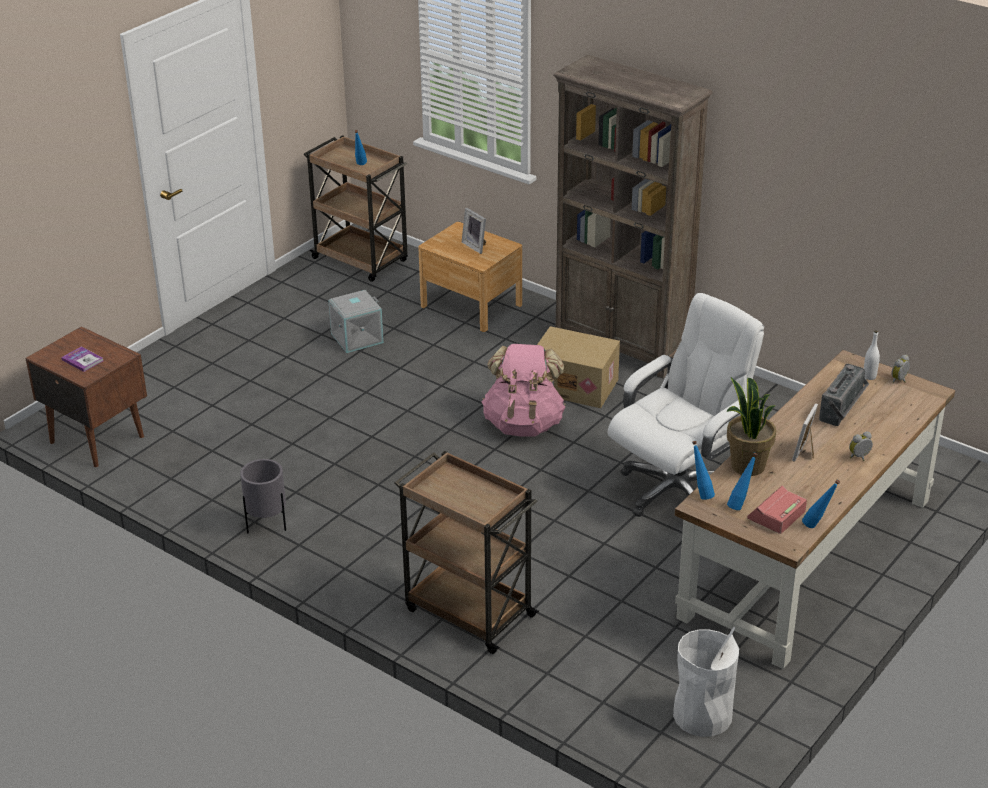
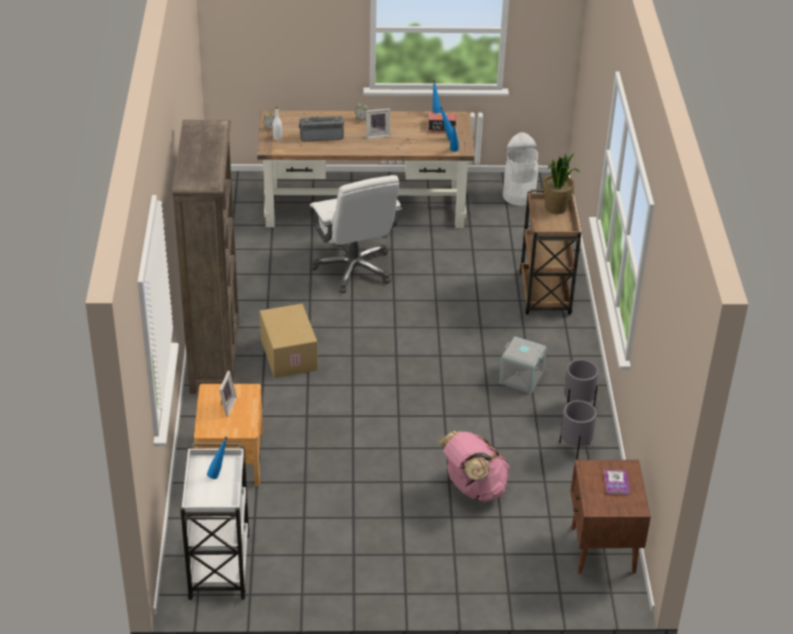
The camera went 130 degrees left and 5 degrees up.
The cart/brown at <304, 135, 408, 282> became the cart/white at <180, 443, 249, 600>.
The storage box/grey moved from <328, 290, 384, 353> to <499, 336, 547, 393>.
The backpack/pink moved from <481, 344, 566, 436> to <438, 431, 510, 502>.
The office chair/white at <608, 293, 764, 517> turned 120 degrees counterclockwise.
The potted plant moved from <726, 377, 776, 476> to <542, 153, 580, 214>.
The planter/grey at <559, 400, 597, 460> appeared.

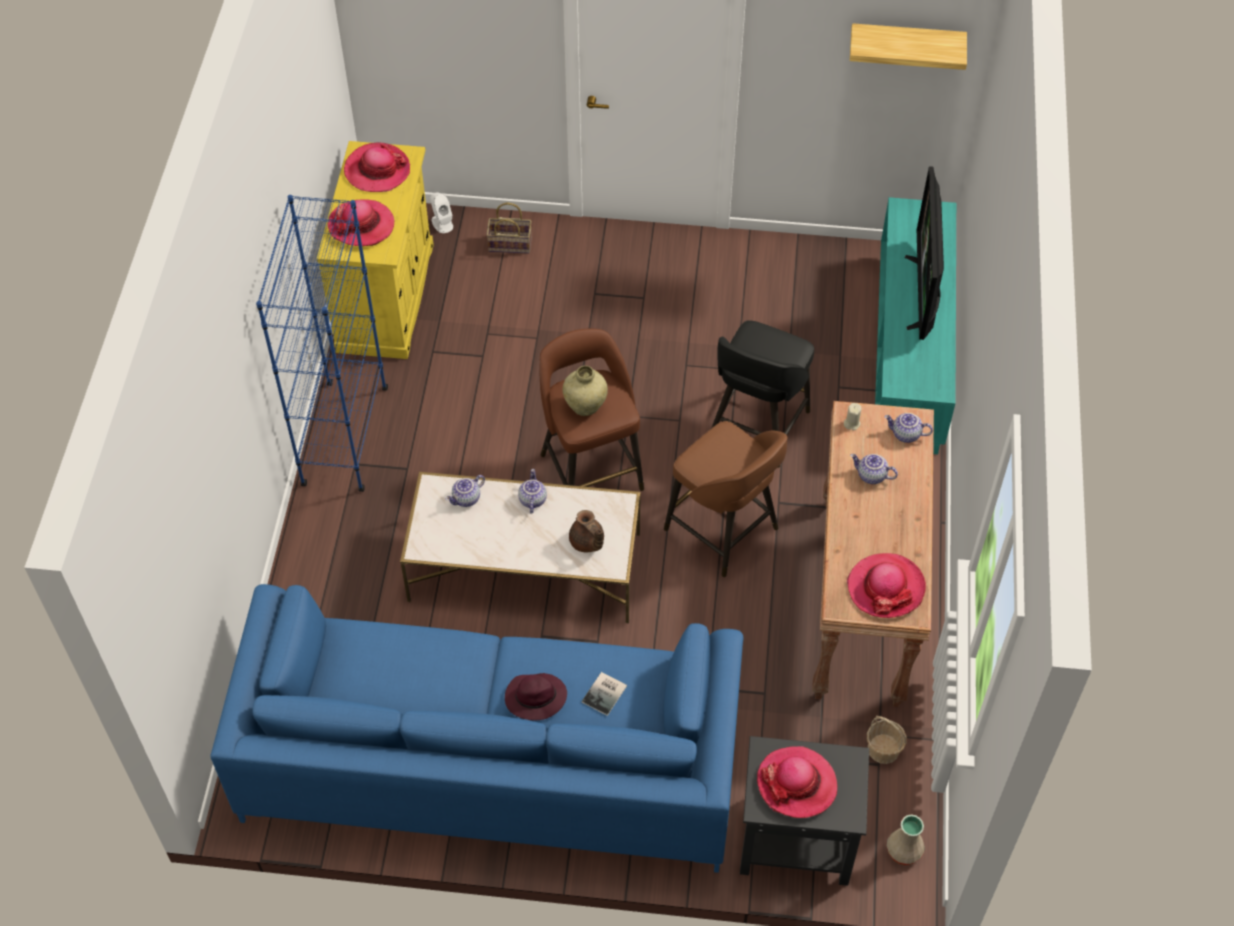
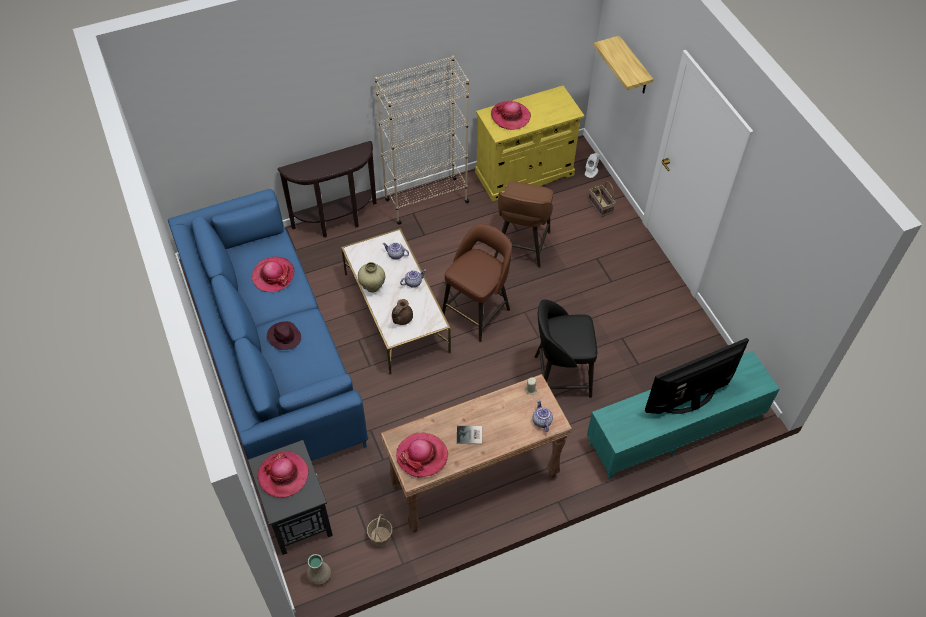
The camera went 60 degrees right and 0 degrees up.
The bookcase/blue at <256, 195, 388, 492> became the bookcase/beige at <375, 56, 469, 225>.
The hat moved from <344, 143, 410, 192> to <252, 257, 294, 292>.
The vase/beige moved from <563, 366, 608, 416> to <358, 262, 385, 293>.
The book moved from <582, 672, 627, 716> to <457, 426, 482, 444>.
The stool/brown moved from <664, 421, 788, 577> to <494, 181, 553, 267>.
The shelf moved from <850, 23, 967, 70> to <594, 36, 653, 94>.
The teapot at <850, 454, 898, 484> disappeared.
The console table/brown at <277, 141, 377, 237> appeared.

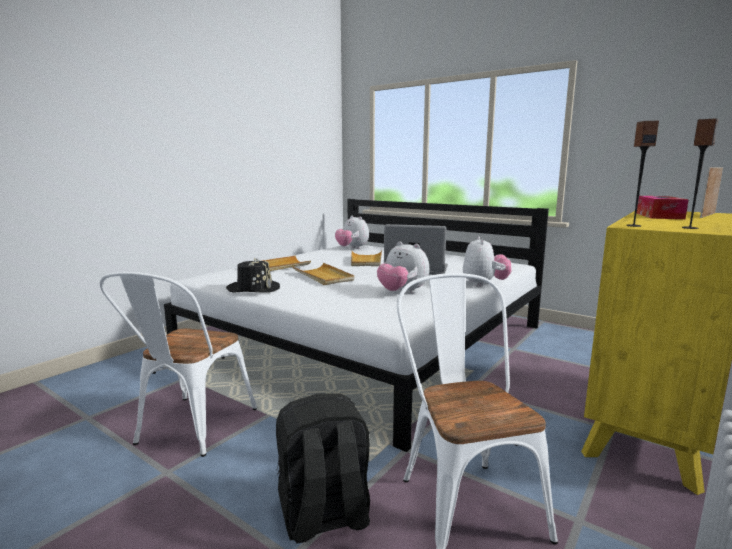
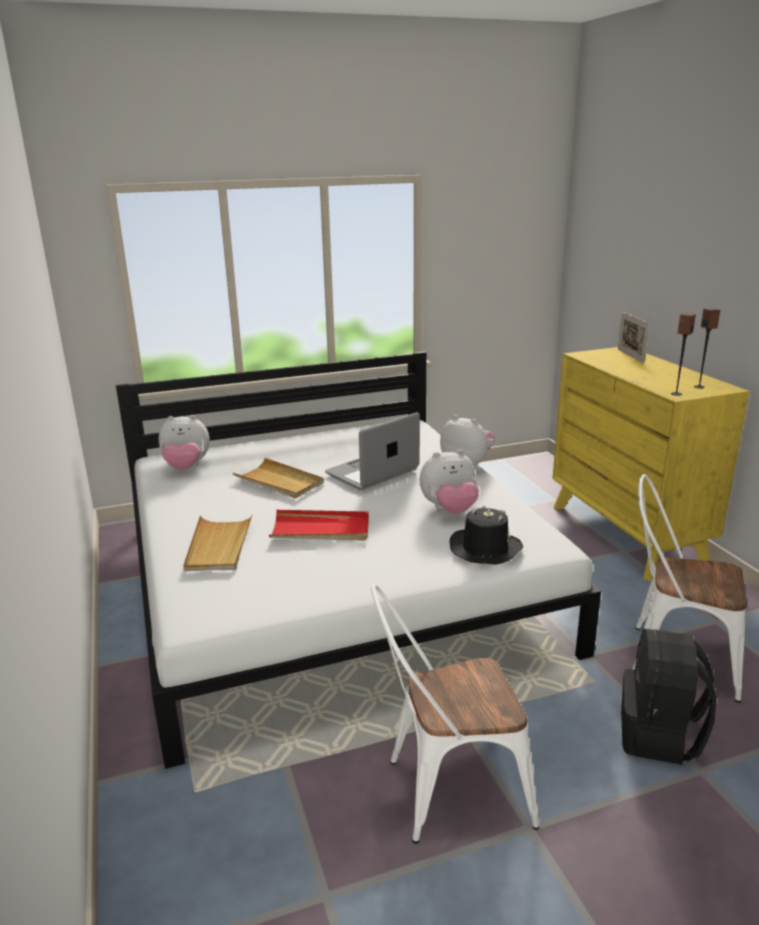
The camera went 55 degrees left and 10 degrees up.
The chair/white at <100, 272, 257, 457> turned 120 degrees clockwise.
The hat/black moved from <226, 258, 280, 293> to <450, 506, 523, 565>.
The tray/beige at <292, 263, 354, 285> became the tray/red at <269, 510, 369, 541>.
The tissue box at <636, 196, 689, 219> disappeared.

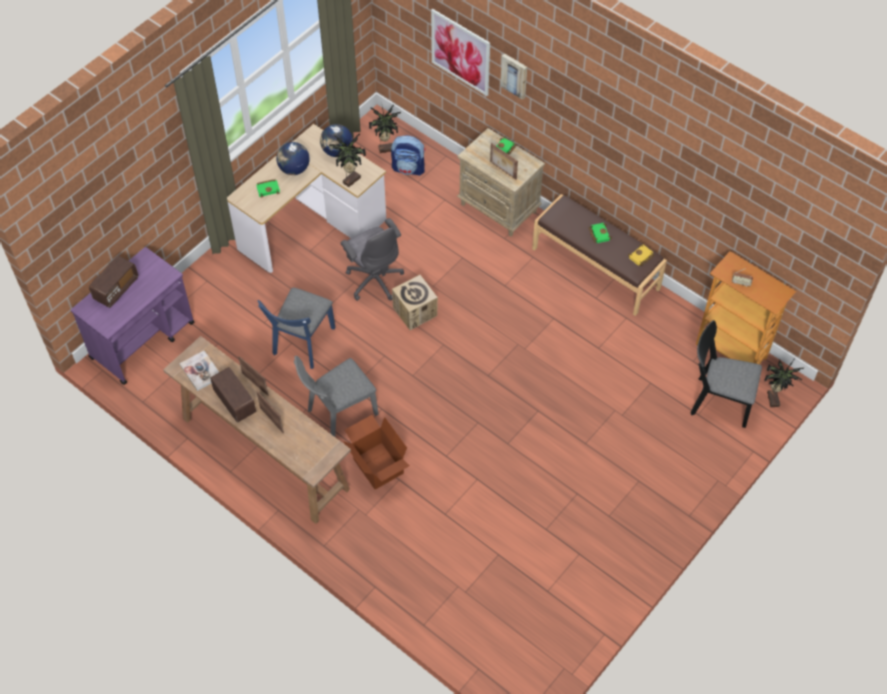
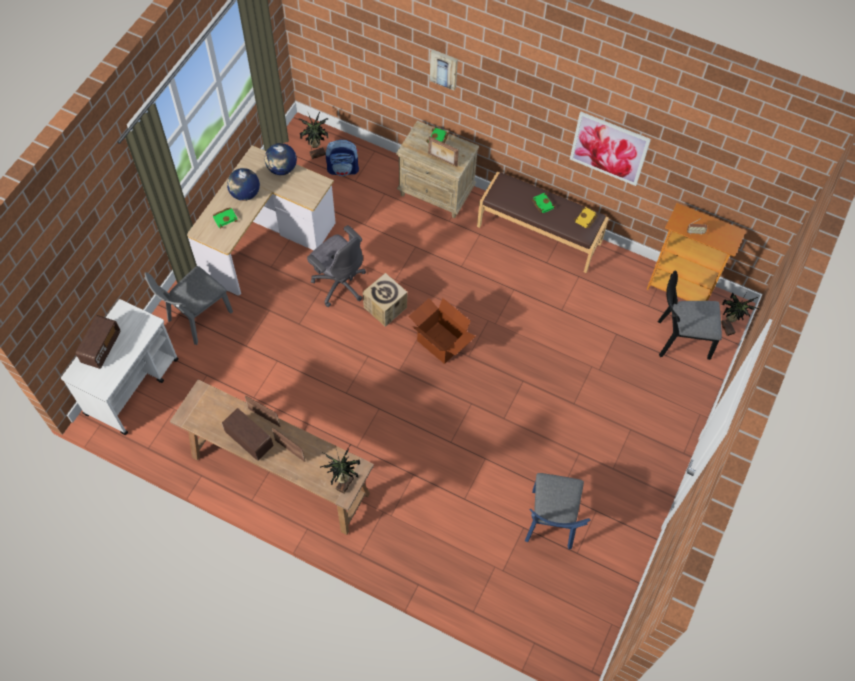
The camera went 15 degrees left and 5 degrees up.
The cart/purple at <71, 247, 194, 385> became the cart/white at <61, 299, 179, 435>.
The book at <179, 351, 219, 391> disappeared.
The chair/blue moved from <258, 288, 335, 369> to <525, 473, 590, 549>.
The chair/grey moved from <294, 356, 379, 437> to <144, 266, 233, 345>.
The potted plant moved from <329, 133, 366, 187> to <320, 444, 360, 494>.
The cardboard box moved from <343, 415, 410, 490> to <409, 298, 476, 364>.
The picture moved from <431, 9, 490, 96> to <570, 111, 651, 186>.

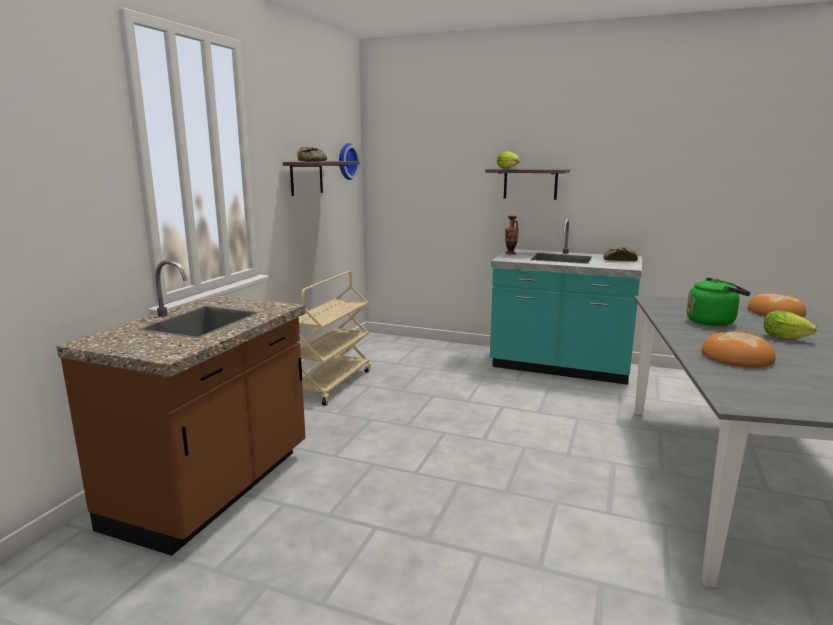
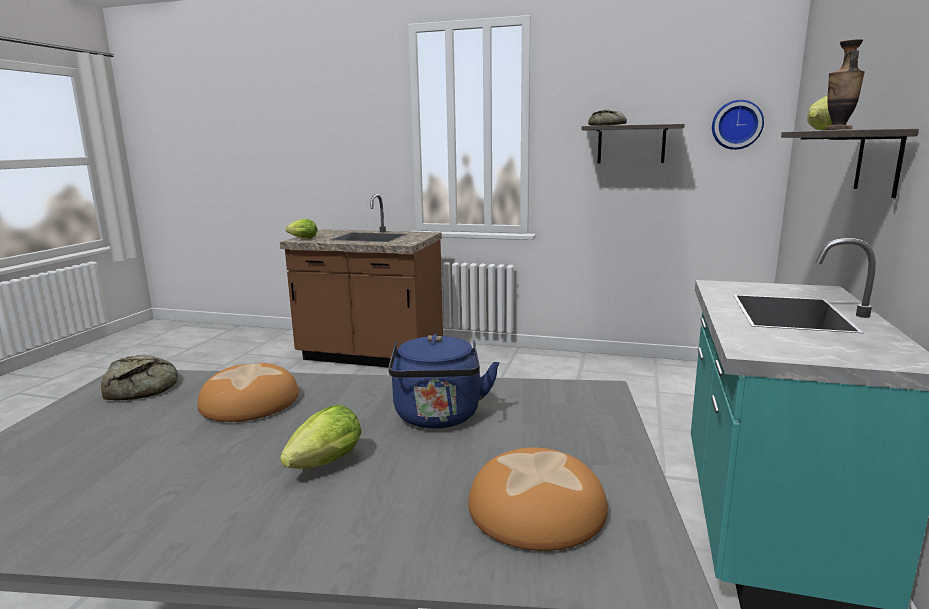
The camera went 85 degrees right and 0 degrees up.
The cart/beige at <299, 271, 371, 406> disappeared.
The vase moved from <505, 216, 519, 255> to <825, 39, 865, 130>.
The bread moved from <603, 248, 638, 261> to <101, 355, 178, 401>.
The kettle/green at <686, 277, 751, 326> became the kettle/blue at <388, 334, 499, 429>.
The lettuce at <286, 219, 317, 239> appeared.

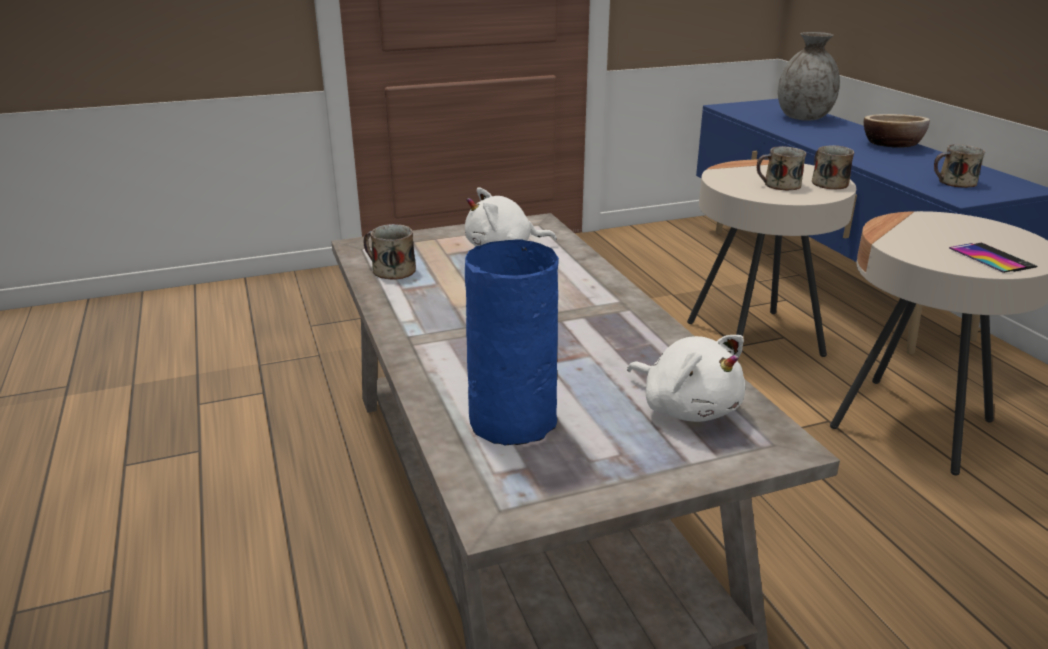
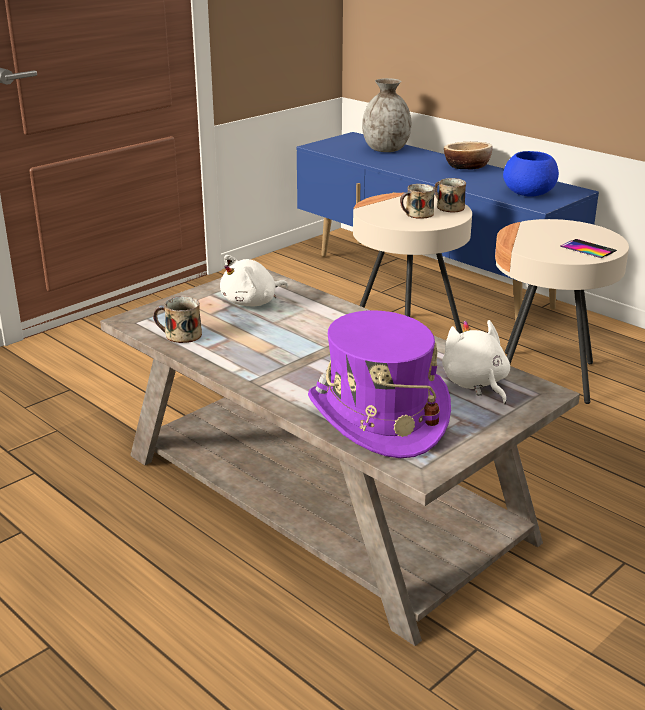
The camera went 25 degrees left and 0 degrees up.
The vase/blue at <465, 239, 559, 446> was replaced by the hat/purple at <308, 310, 451, 458>.
The plush toy/white at <627, 335, 745, 422> turned 135 degrees counterclockwise.
The mug at <934, 144, 985, 188> was replaced by the bowl/blue at <503, 151, 559, 197>.

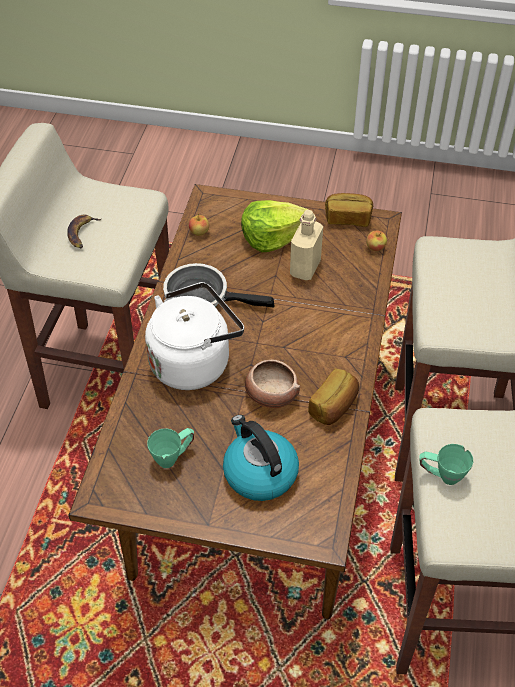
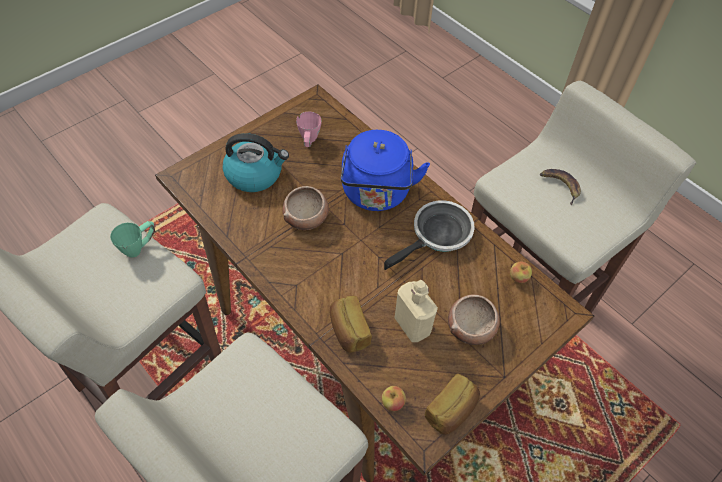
The camera went 125 degrees right and 5 degrees up.
The kettle/white at <145, 282, 244, 390> became the kettle/blue at <341, 130, 430, 211>.
The mug/green at <147, 428, 194, 468> became the mug/pink at <296, 112, 322, 147>.
The lettuce at <241, 200, 309, 252> was replaced by the bowl at <448, 295, 500, 345>.
The bread moved from <308, 368, 359, 425> to <330, 296, 372, 353>.

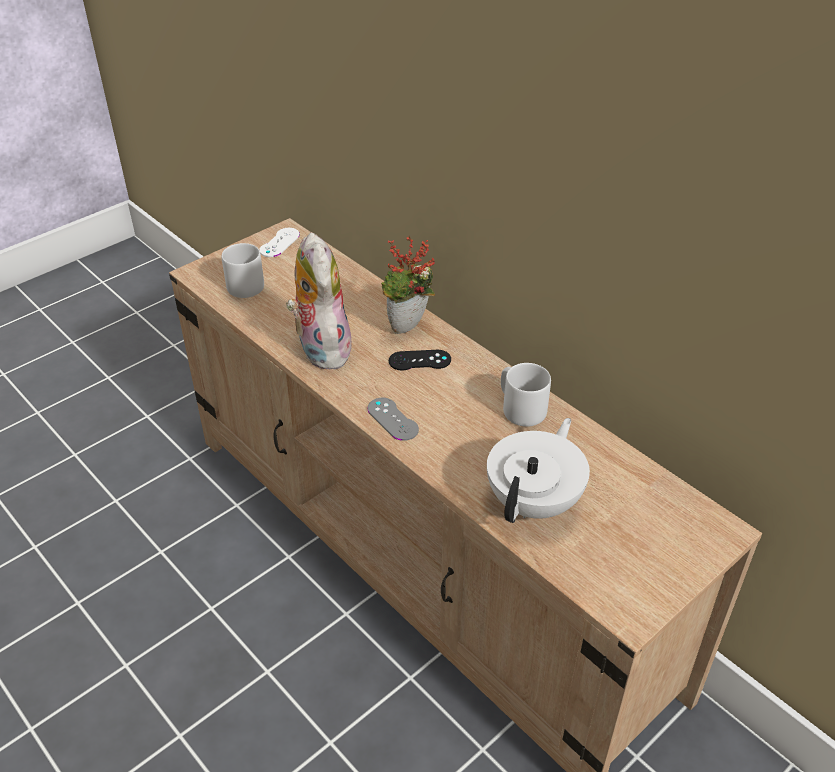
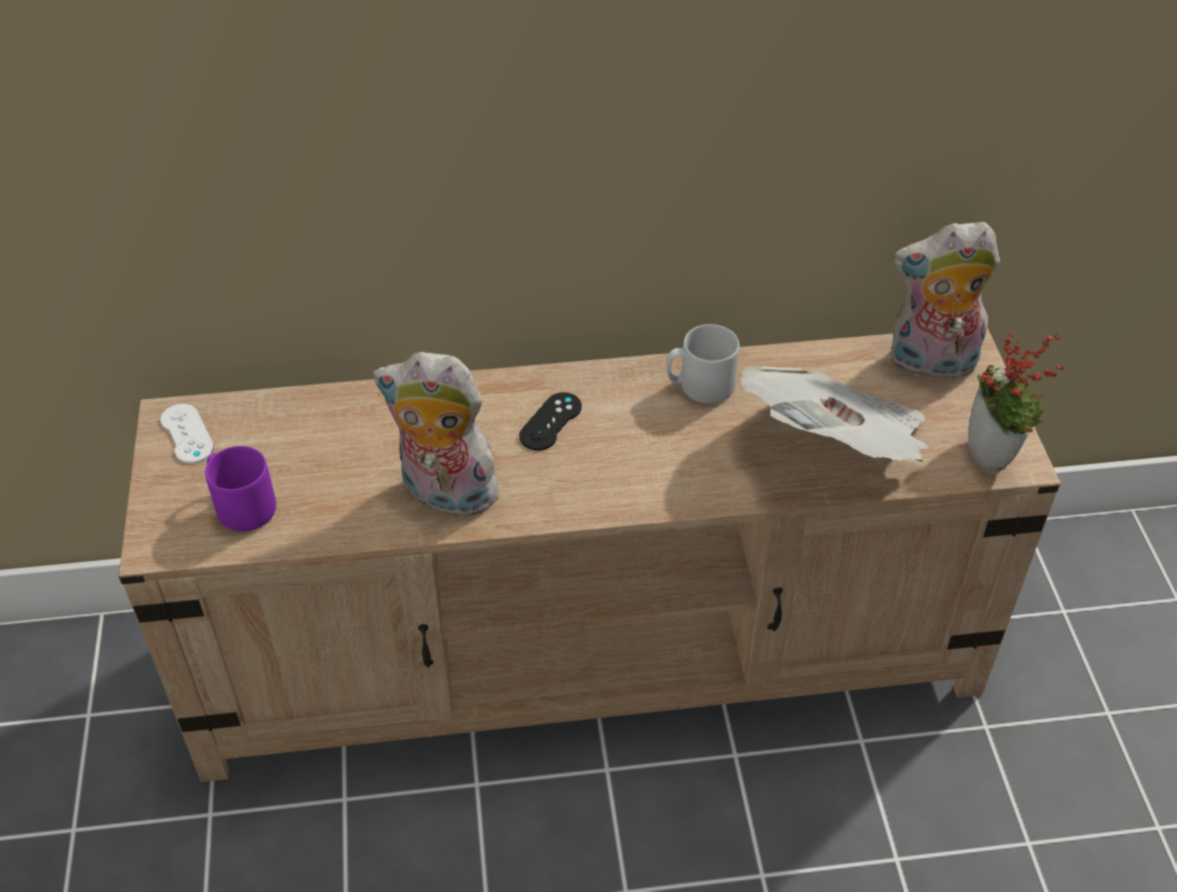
The camera went 55 degrees left and 5 degrees up.
The mug/grey at <222, 243, 264, 298> became the mug/purple at <205, 446, 276, 532>.
The game controller/grey at <367, 398, 419, 441> disappeared.
The potted plant moved from <381, 236, 435, 334> to <968, 333, 1066, 474>.
The teapot/white at <487, 418, 590, 523> was replaced by the newspaper at <741, 366, 929, 463>.
The plush toy at <891, 222, 1000, 379> appeared.

